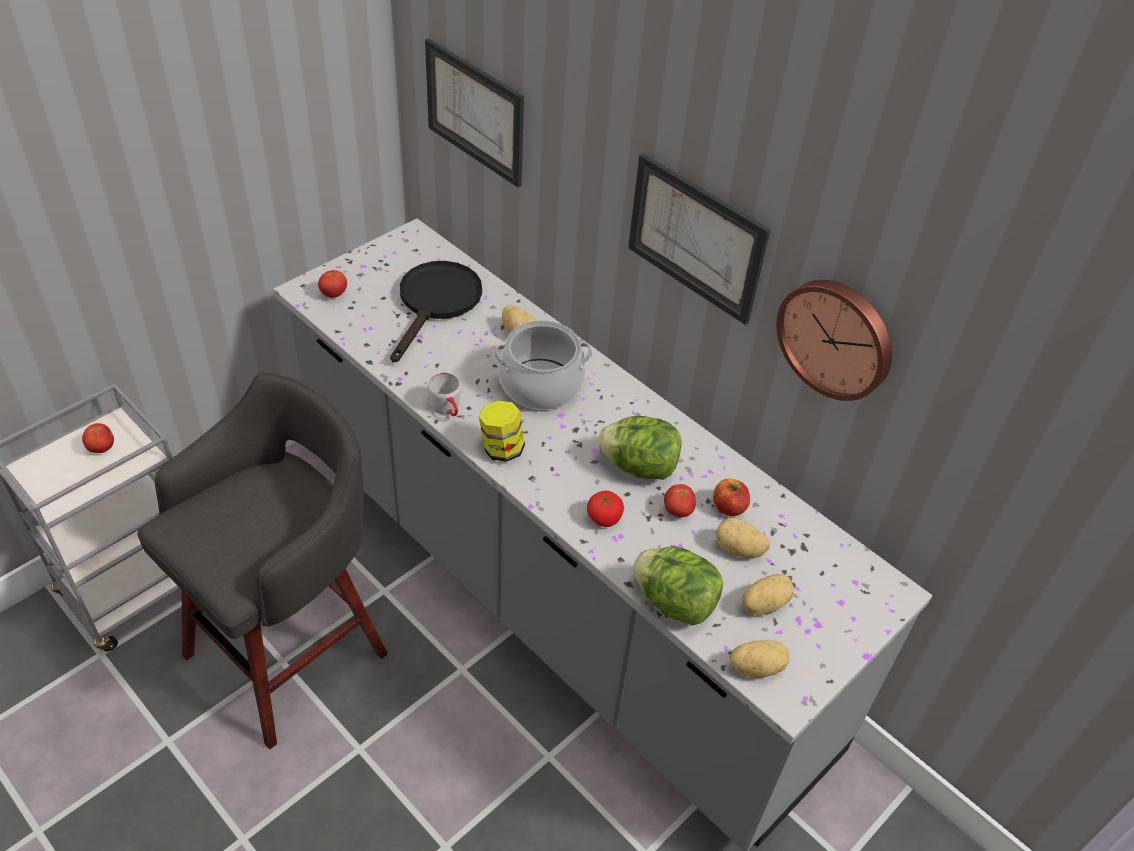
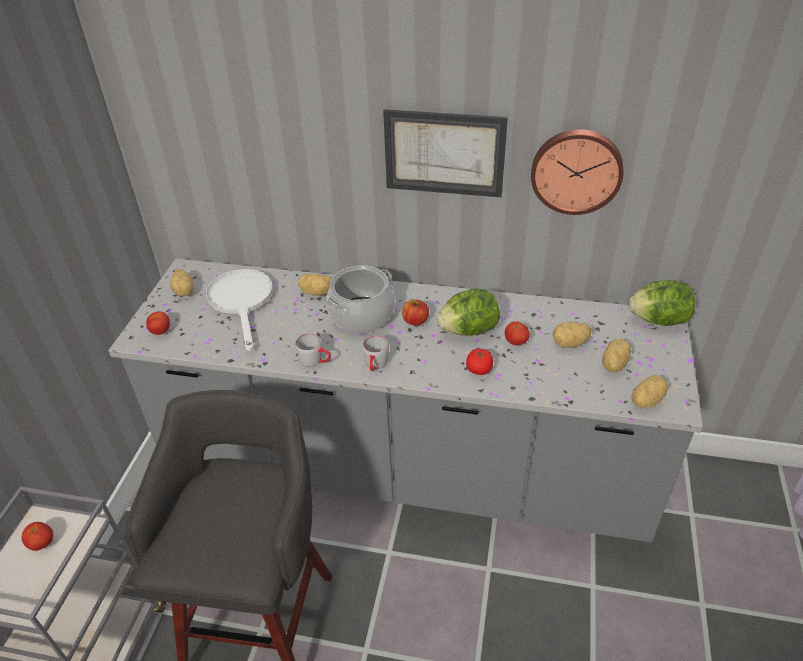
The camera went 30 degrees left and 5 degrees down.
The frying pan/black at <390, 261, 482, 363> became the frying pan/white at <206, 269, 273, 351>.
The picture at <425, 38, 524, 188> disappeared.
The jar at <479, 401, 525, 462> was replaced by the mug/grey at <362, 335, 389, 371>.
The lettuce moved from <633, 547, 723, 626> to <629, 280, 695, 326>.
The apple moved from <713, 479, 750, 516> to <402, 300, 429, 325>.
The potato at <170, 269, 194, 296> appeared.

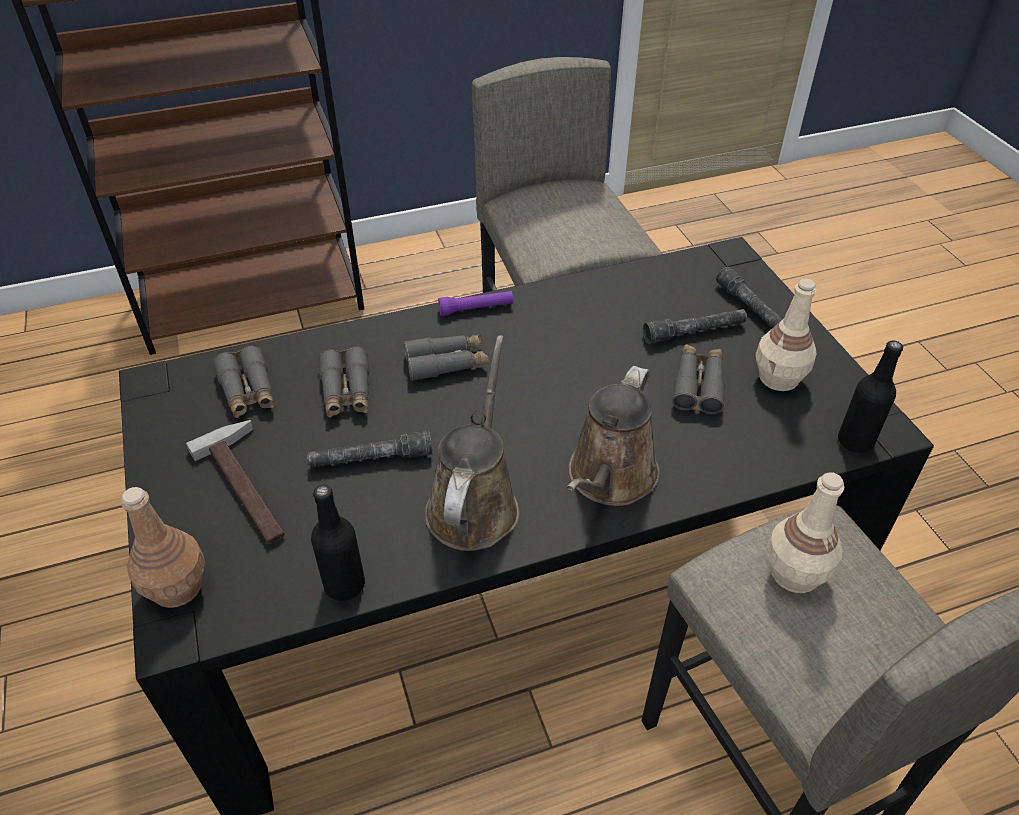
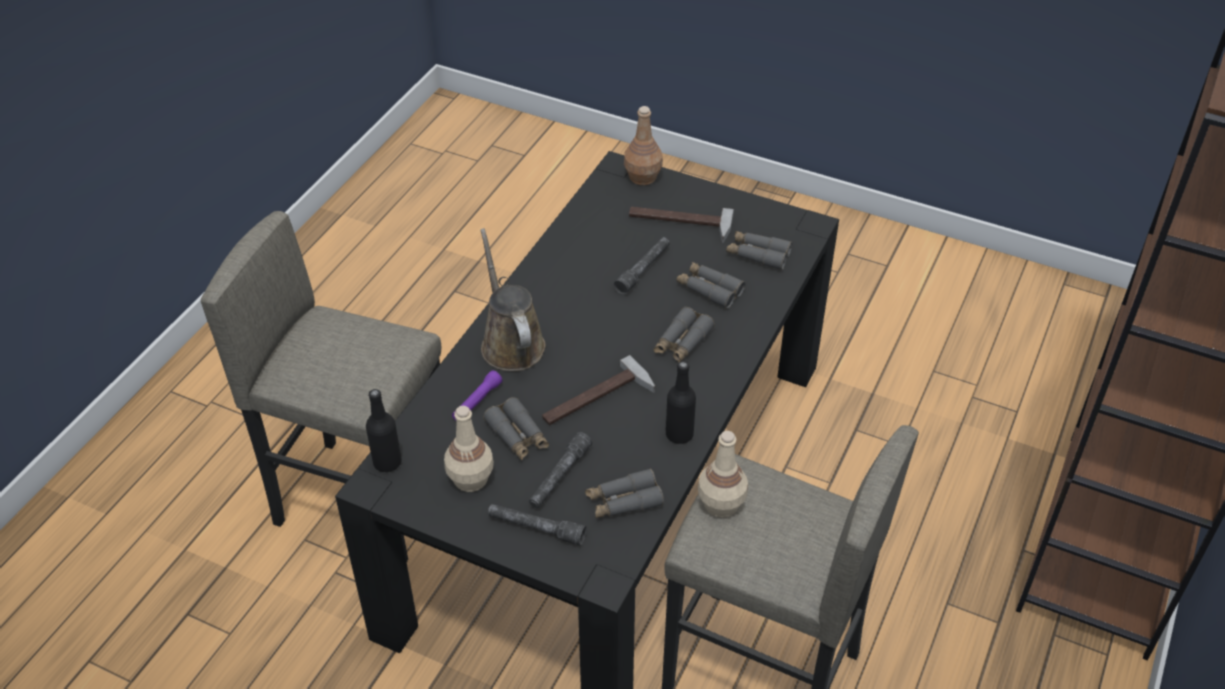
The camera went 135 degrees right and 0 degrees up.
The bottle/black moved from <311, 485, 365, 601> to <666, 361, 696, 444>.
The watering can/brown at <425, 335, 519, 551> disappeared.
The flashlight/purple moved from <438, 291, 513, 316> to <452, 370, 502, 421>.
The bottle/beige moved from <767, 472, 844, 593> to <698, 431, 748, 518>.
The hammer at <542, 355, 655, 425> appeared.
The binoculars/grey at <585, 468, 664, 519> appeared.

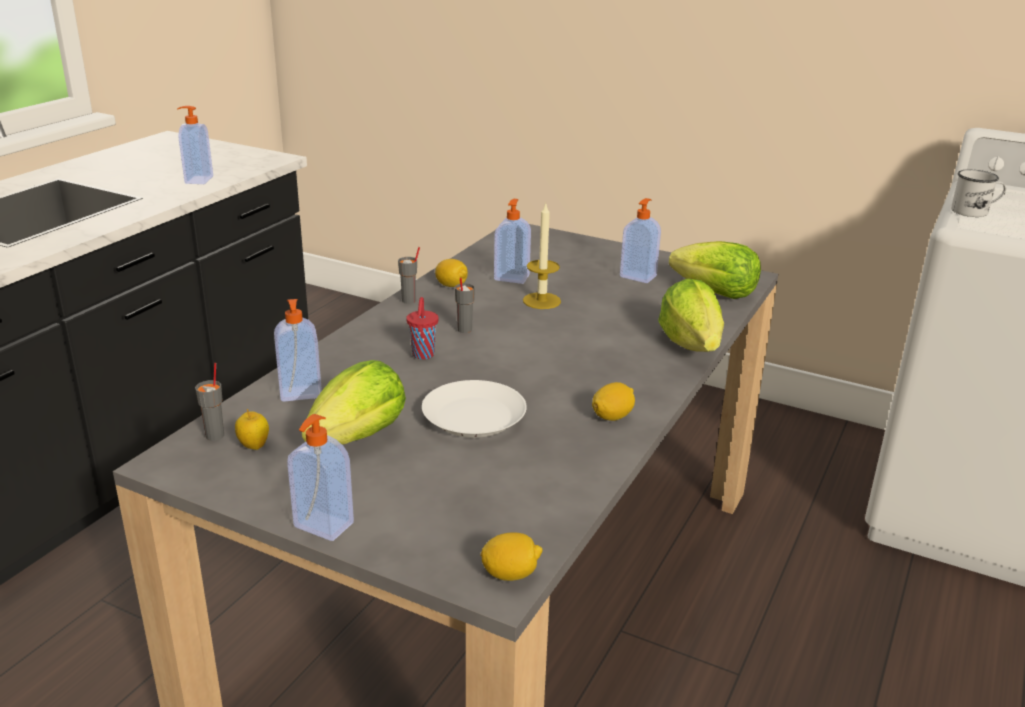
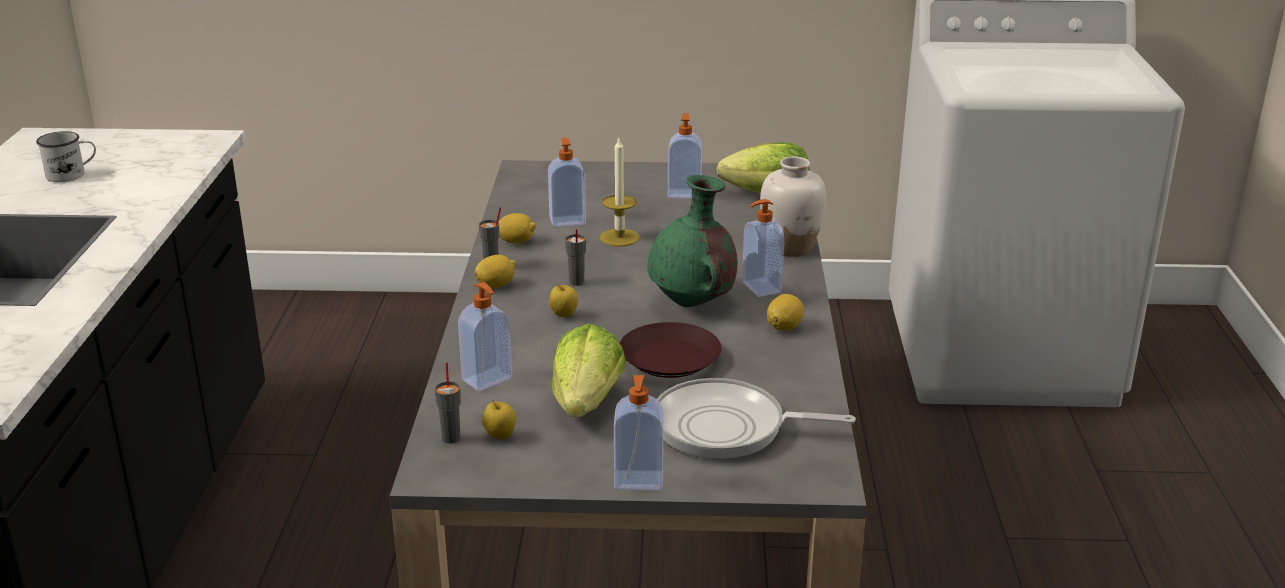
The camera went 25 degrees left and 0 degrees up.
The soap dispenser moved from <177, 106, 213, 184> to <742, 199, 784, 297>.
The cup/red at <406, 297, 439, 359> was replaced by the apple at <549, 284, 578, 317>.
The plate/white at <422, 380, 527, 438> became the plate/brown at <620, 322, 722, 378>.
The lemon moved from <480, 533, 543, 581> to <475, 255, 515, 289>.
The lettuce at <658, 278, 724, 352> was replaced by the vase/white at <760, 157, 826, 257>.
The mug/white moved from <951, 169, 1006, 217> to <36, 131, 96, 182>.
The vase/green at <648, 175, 738, 307> appeared.
The frying pan at <657, 378, 856, 459> appeared.

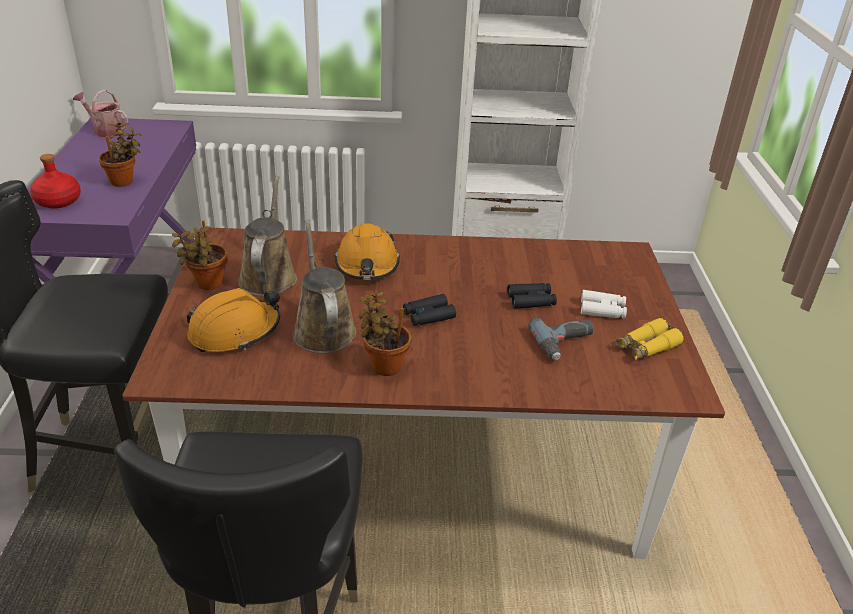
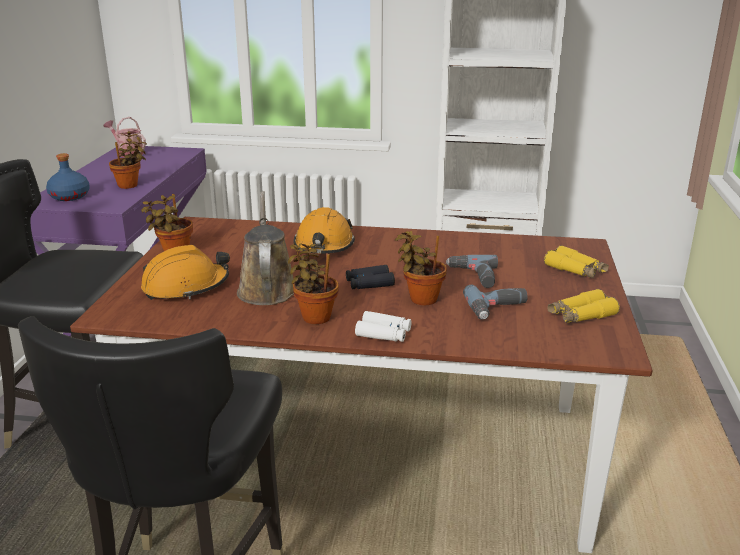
The camera went 10 degrees right and 10 degrees down.
The bottle/red at <30, 154, 81, 209> became the bottle/blue at <46, 153, 90, 201>.
The watering can/brown at <238, 176, 297, 296> disappeared.
The binoculars/black at <507, 283, 557, 309> was replaced by the power drill at <446, 255, 498, 288>.
The binoculars/white moved from <581, 290, 627, 318> to <355, 311, 412, 342>.
The potted plant at <395, 231, 447, 305> appeared.
The binoculars/yellow at <544, 245, 609, 278> appeared.

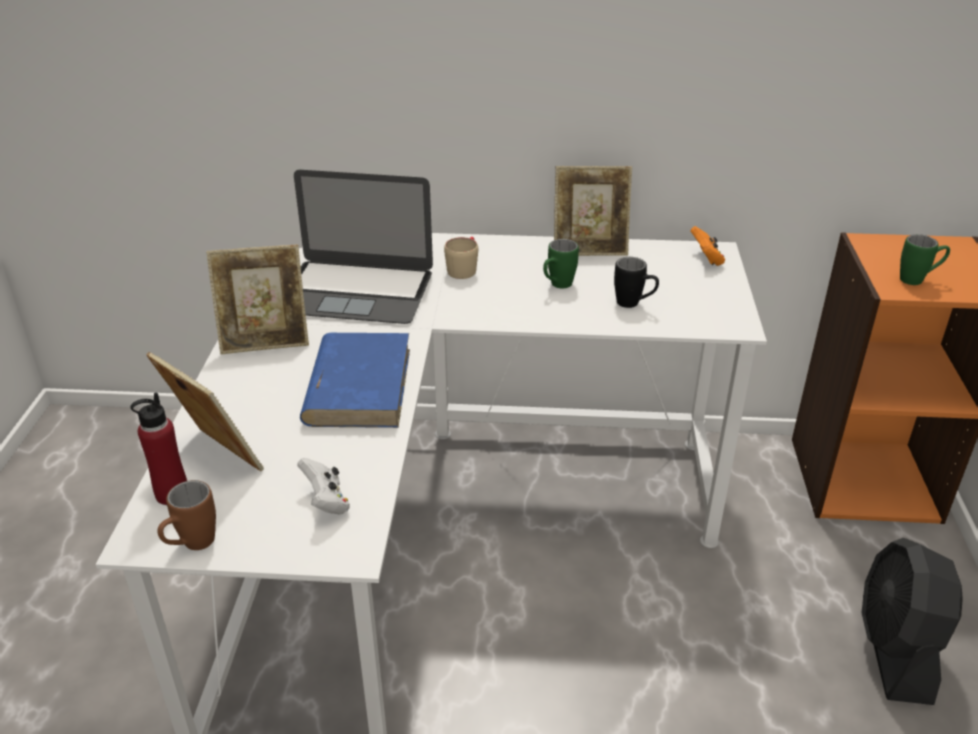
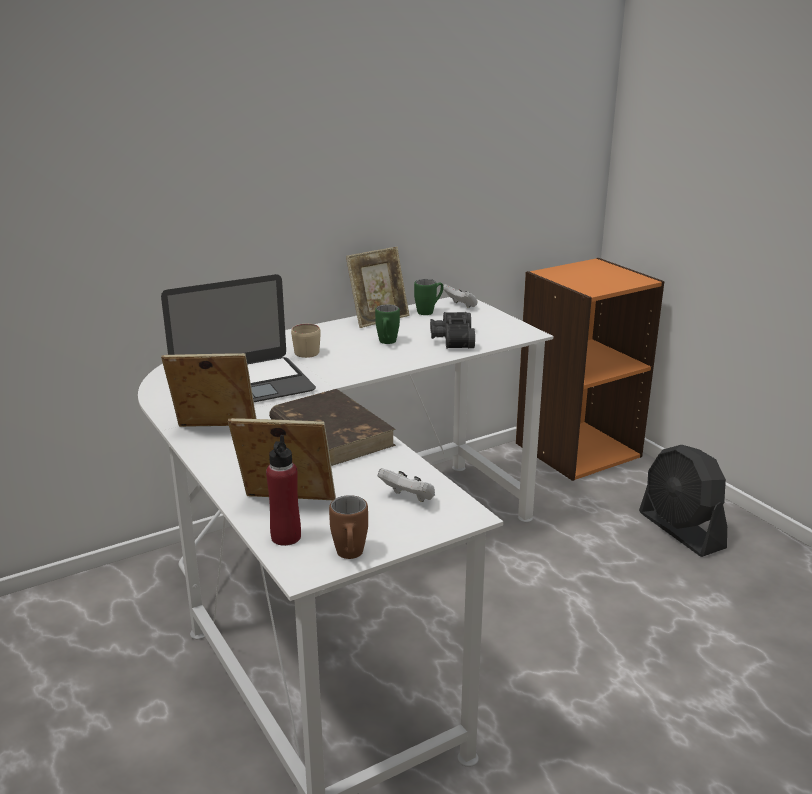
The camera went 35 degrees left and 10 degrees down.
The picture frame at <206, 244, 309, 354> turned 135 degrees counterclockwise.
The book/blue at <300, 333, 410, 428> became the book/brown at <269, 389, 396, 466>.
The mug/black at <614, 257, 659, 308> was replaced by the binoculars/black at <430, 312, 475, 349>.
The game controller/orange at <691, 226, 725, 266> became the game controller/white at <443, 284, 478, 308>.
The mug/green moved from <900, 234, 950, 285> to <414, 279, 443, 315>.

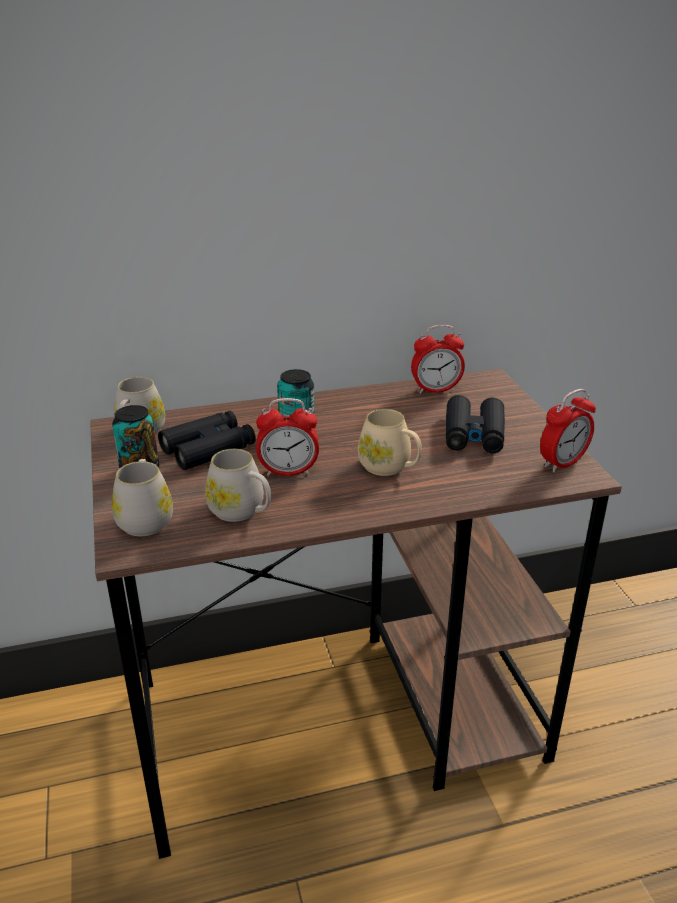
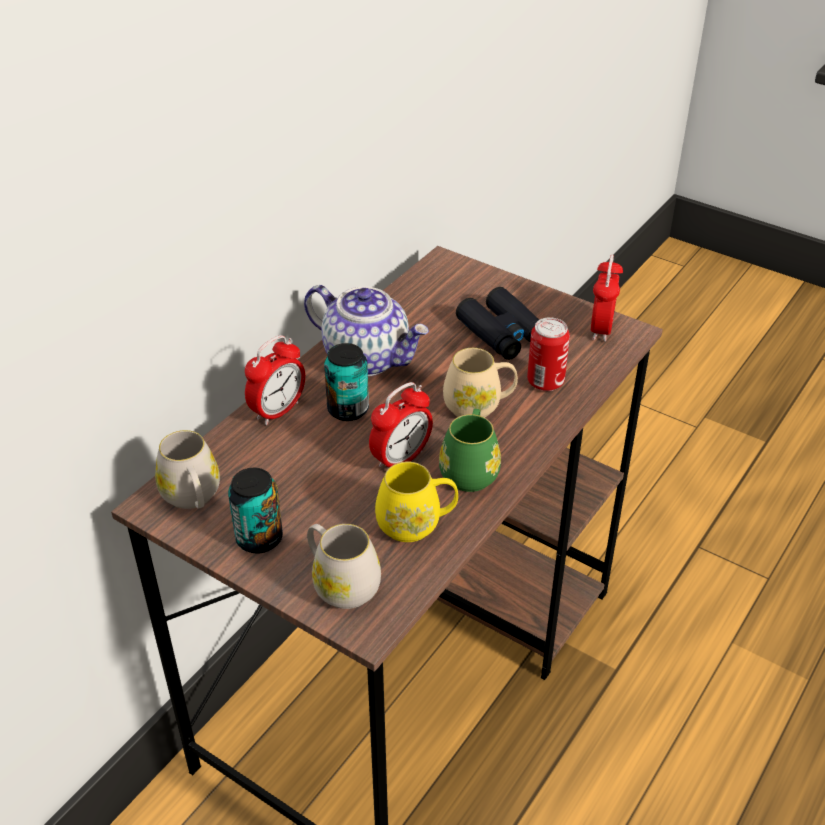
The camera went 40 degrees left and 10 degrees up.
The binoculars/black at <158, 411, 256, 470> disappeared.
The mug/white at <205, 449, 271, 522> became the mug/yellow at <375, 461, 458, 542>.
The alarm clock moved from <411, 325, 465, 394> to <245, 335, 305, 425>.
The teapot at <304, 285, 429, 376> appeared.
The mug/green at <439, 409, 501, 492> appeared.
The can at <527, 317, 570, 391> appeared.

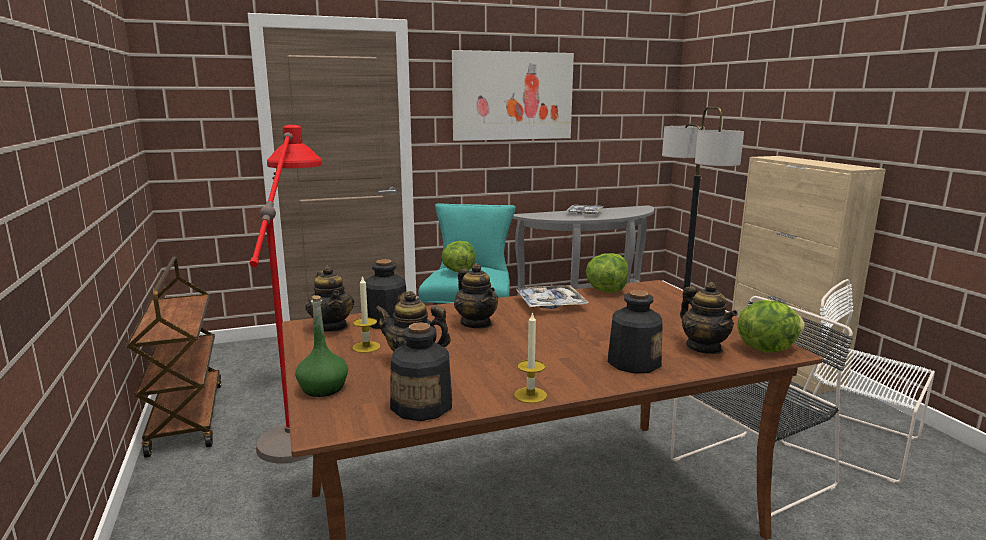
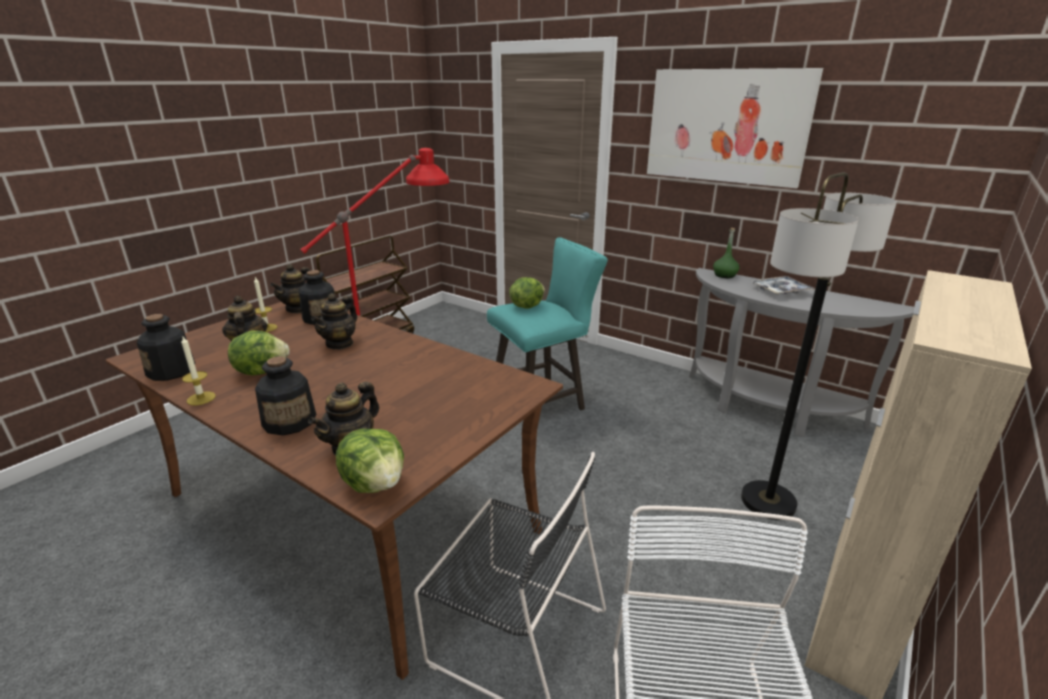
The camera went 55 degrees right and 10 degrees up.
The bottle/green moved from <295, 295, 348, 397> to <713, 228, 740, 278>.
The tray at <515, 285, 589, 309> disappeared.
The lettuce moved from <586, 253, 628, 293> to <228, 330, 290, 375>.

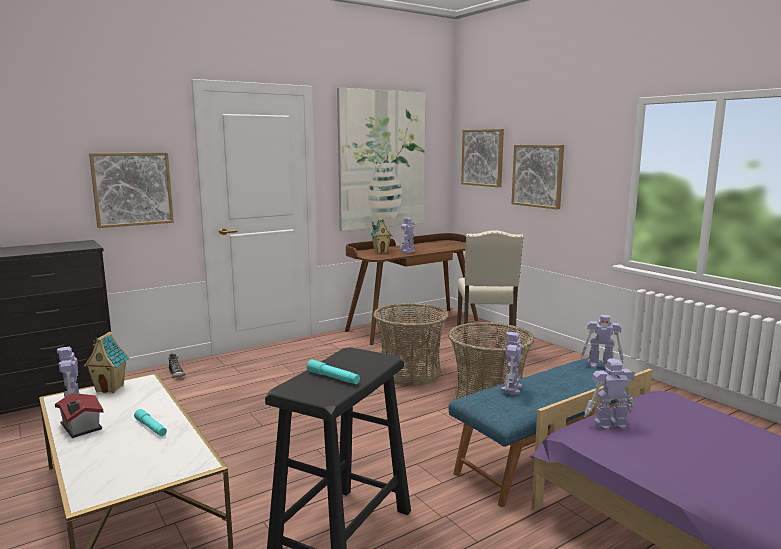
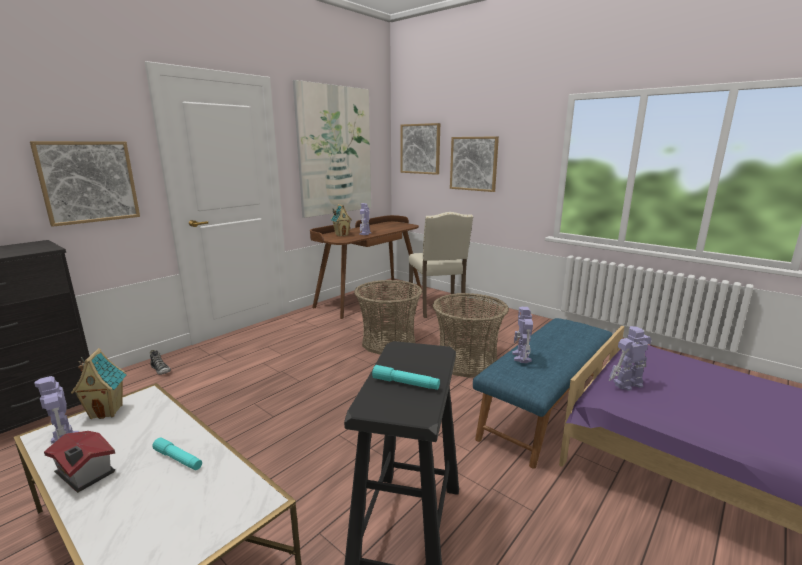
The camera went 15 degrees left and 5 degrees up.
The toy robot at <580, 315, 624, 369> disappeared.

